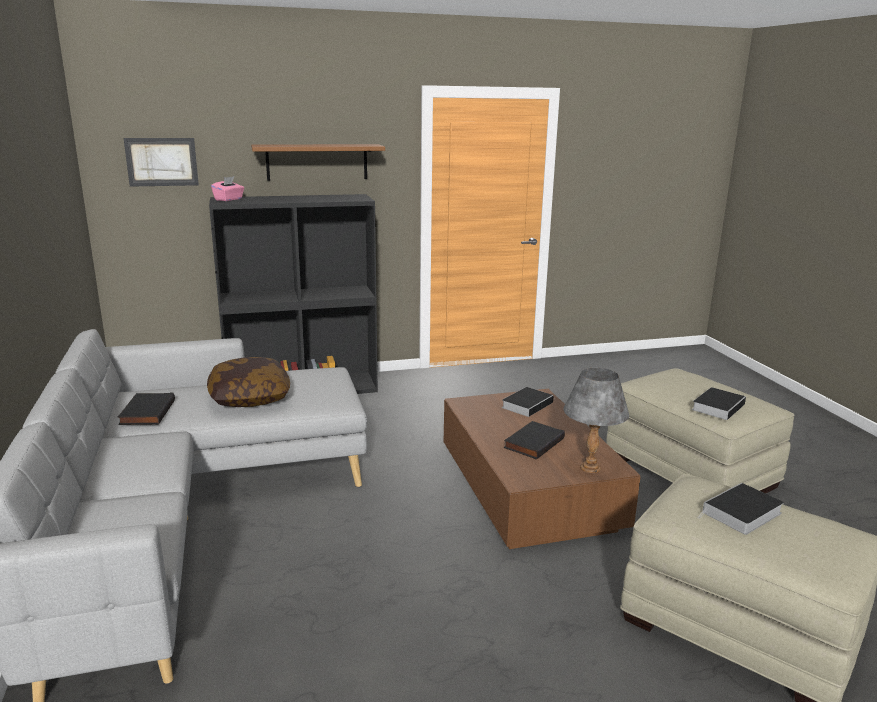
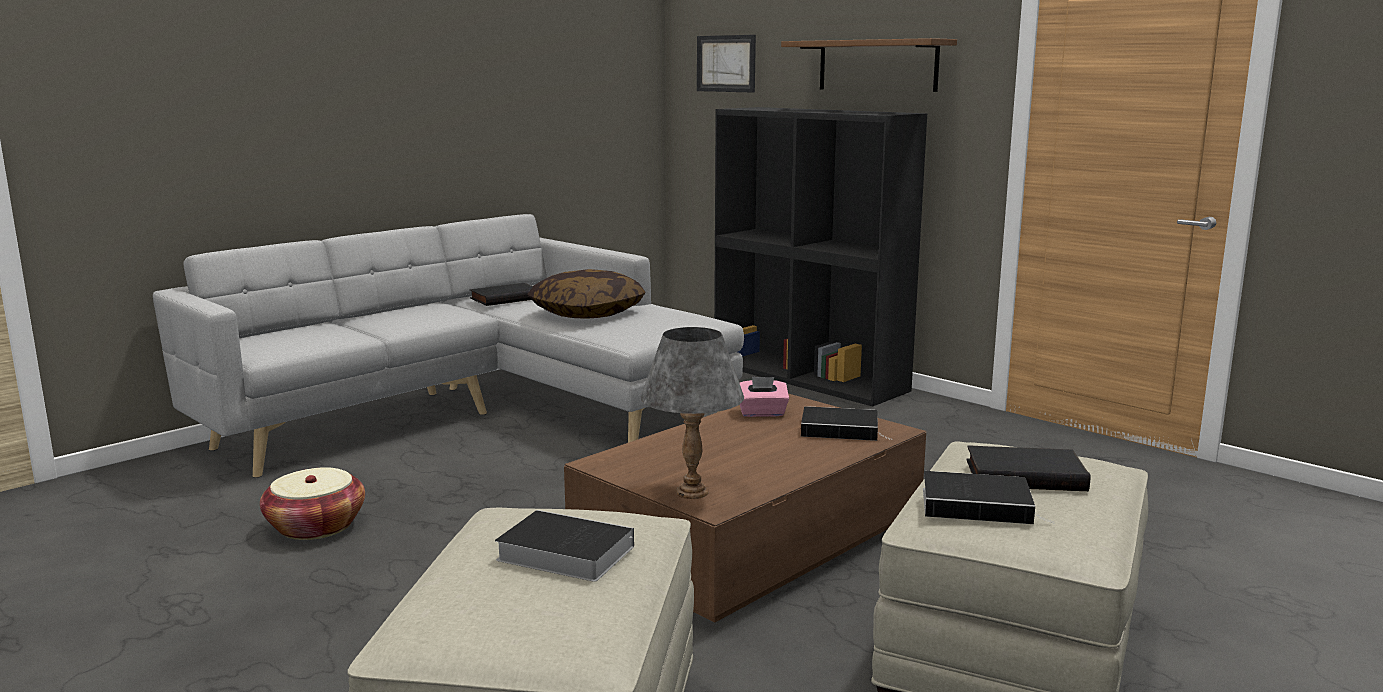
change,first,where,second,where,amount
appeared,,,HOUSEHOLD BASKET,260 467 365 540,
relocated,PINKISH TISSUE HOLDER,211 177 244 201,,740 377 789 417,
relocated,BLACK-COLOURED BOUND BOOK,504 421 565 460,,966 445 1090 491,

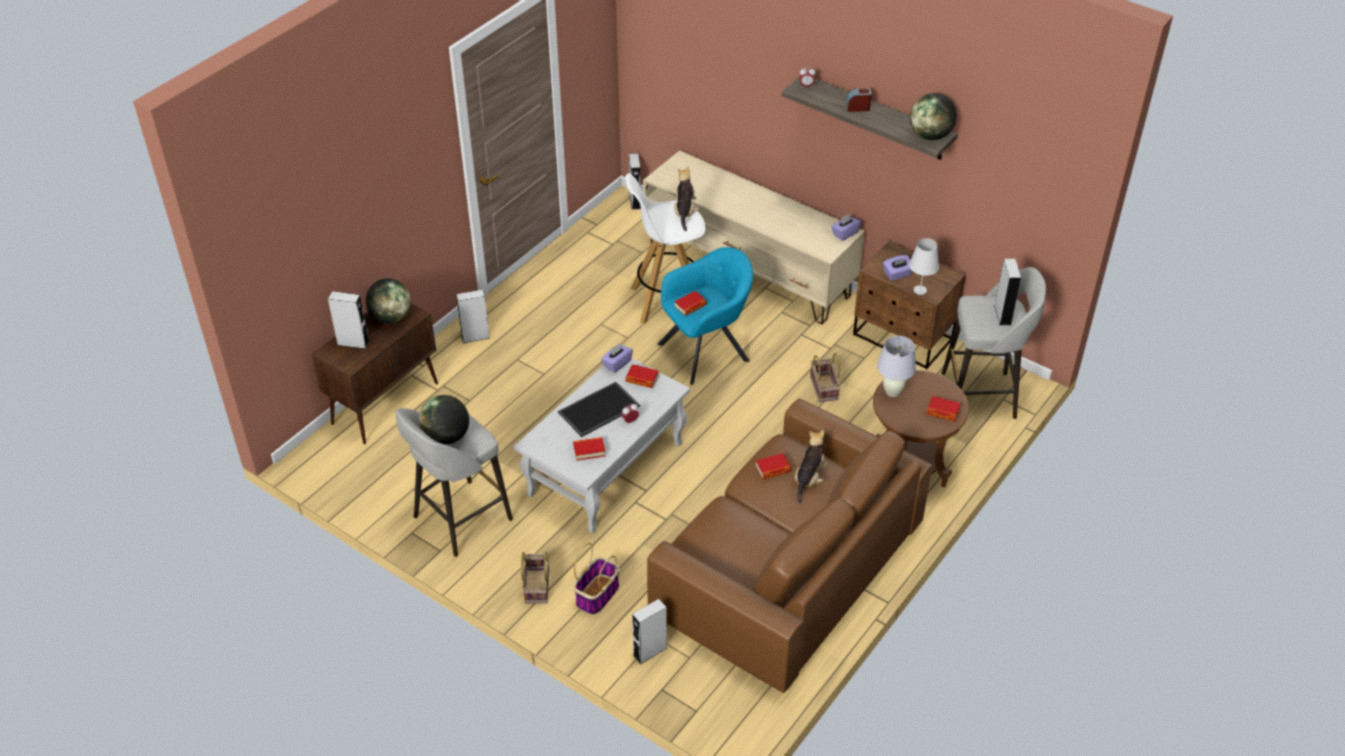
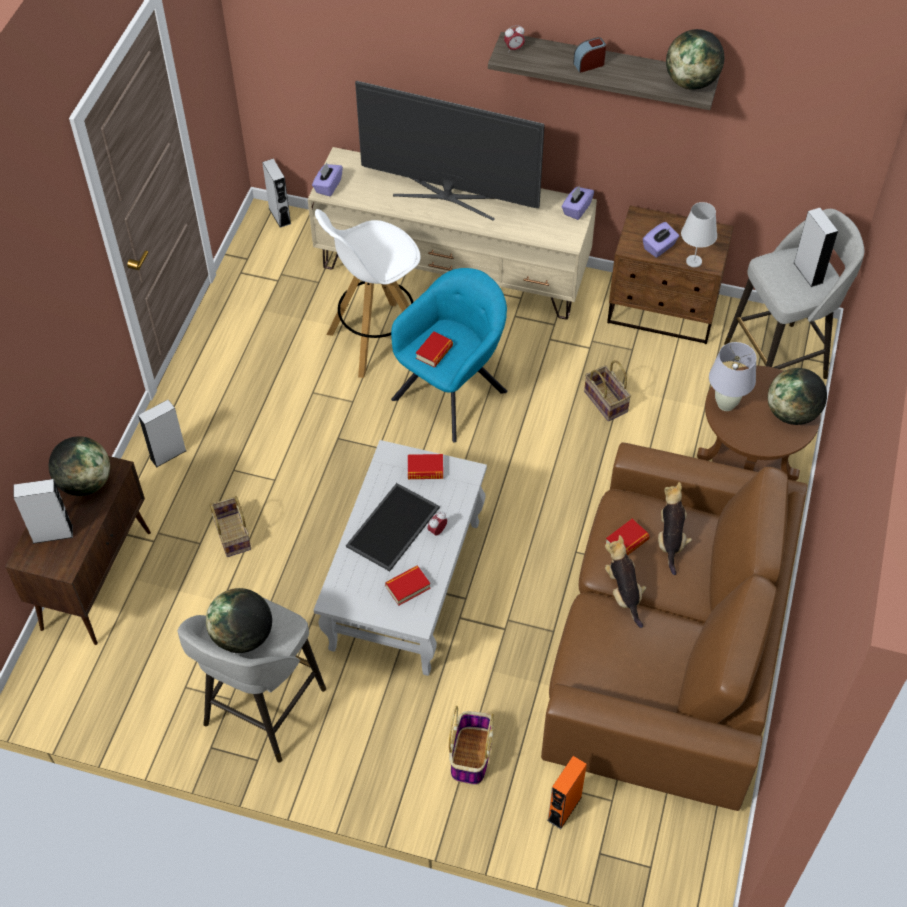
change,first,where,second,where,amount
relocated,HOUSEHOLD BASKET,521 552 550 604,,210 496 251 557,
relocated,PURPLISH TISSUE HOLDER,601 343 633 373,,312 163 343 196,
appeared,,,TV SET,355 81 545 221,
colour,GREYISH LOUDSPEAKER,632 599 667 664,ORANGE LOUDSPEAKER,547 756 587 829,
relocated,PLUSH TOY,674 166 699 231,,605 535 646 628,
exchanged,BOUND BOOK,927 396 961 421,WORLD GLOBE,768 368 827 425,

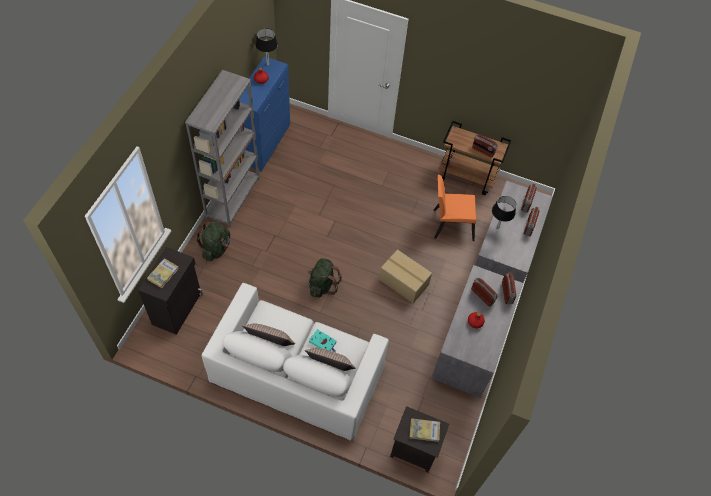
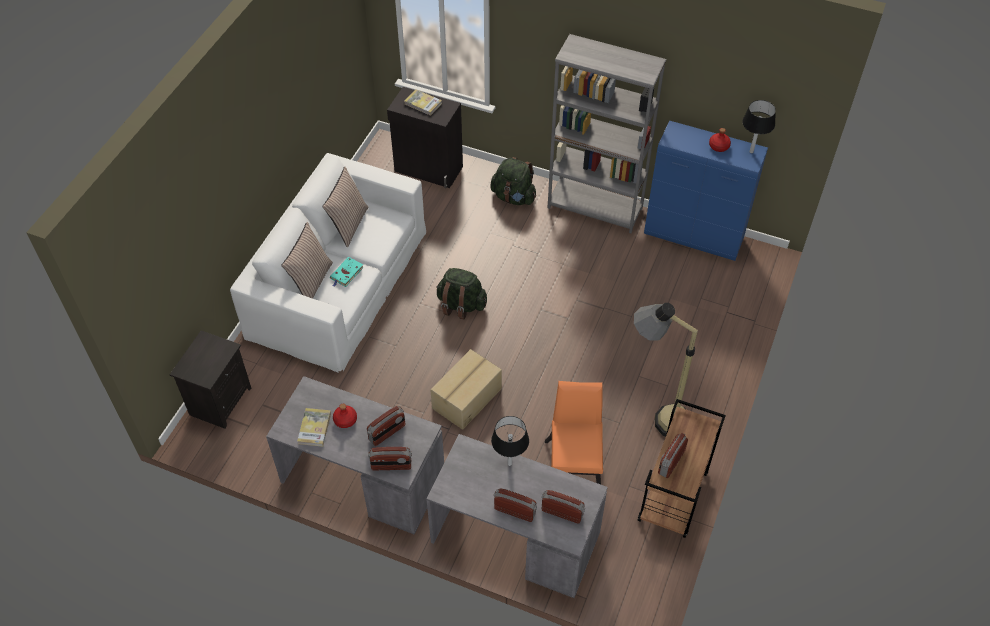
change,first,where,second,where,amount
relocated,BOUND BOOK,410 418 440 442,,297 408 331 447,
appeared,,,STANDARD LAMP,634 303 698 437,

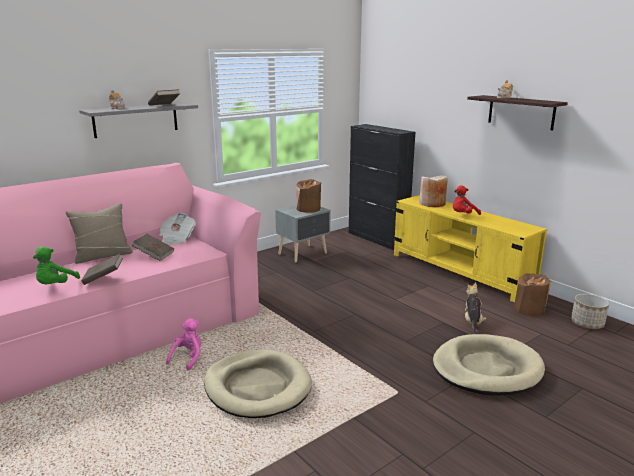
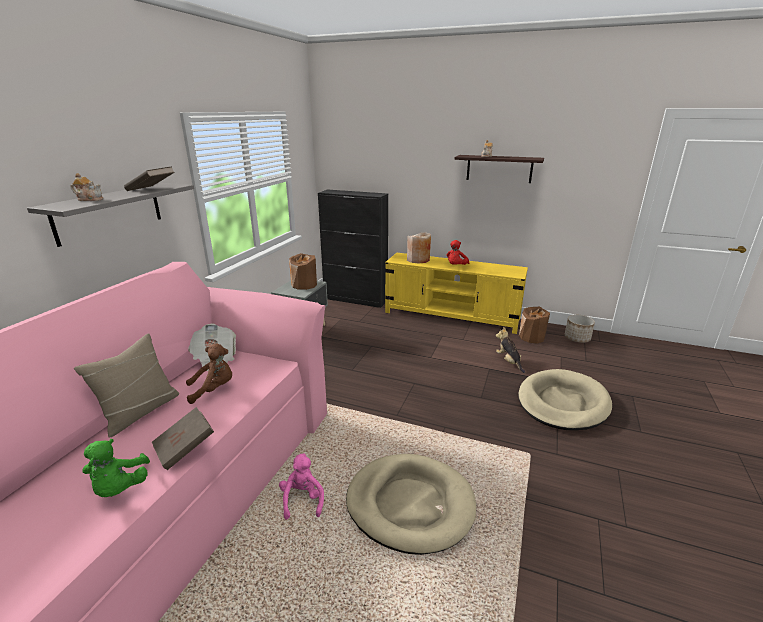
change,first,where,second,where,amount
exchanged,BROWN-COLOURED BOUND BOOK,132 234 174 261,BROWN-COLOURED PLUSH TOY,186 343 232 404,

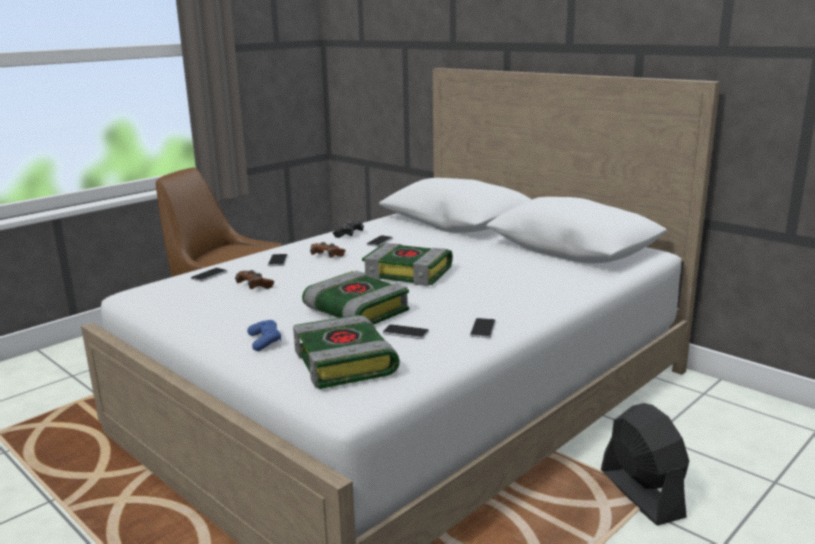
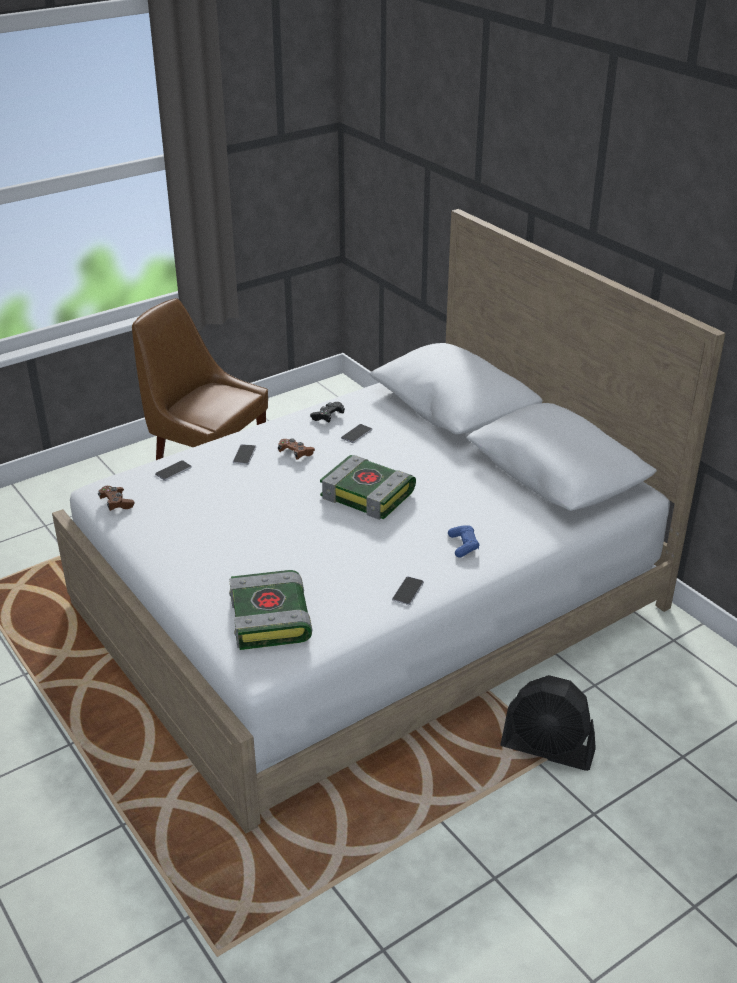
change,first,where,second,where,amount
relocated,BROWN-COLOURED GAMEPAD,235 270 274 289,,98 486 135 511,
relocated,BLUE-COLOURED GAMEPAD,247 320 281 351,,448 525 479 558,
spun,BLACK-COLOURED ELECTRIC FAN,601 403 689 525,,500 675 596 771,120 degrees clockwise
missing,BOUND BOOK,302 271 409 325,,,
missing,PHONE,383 324 429 339,,,

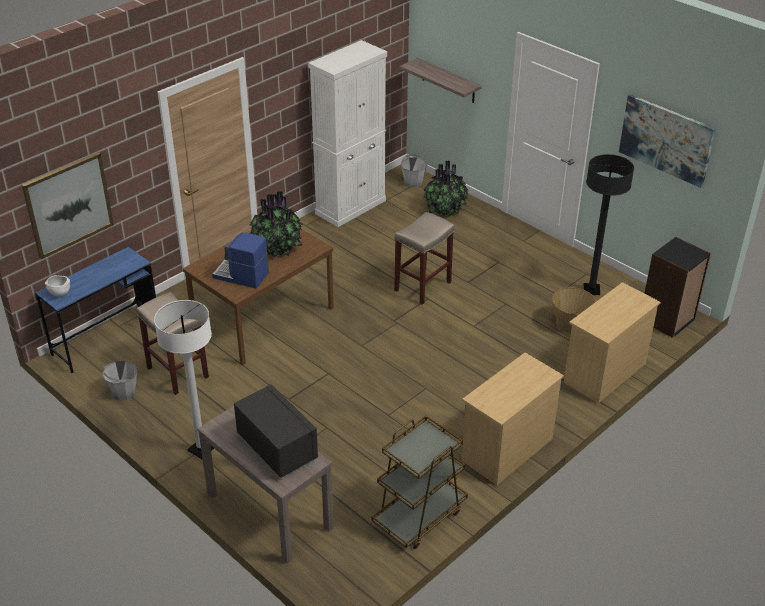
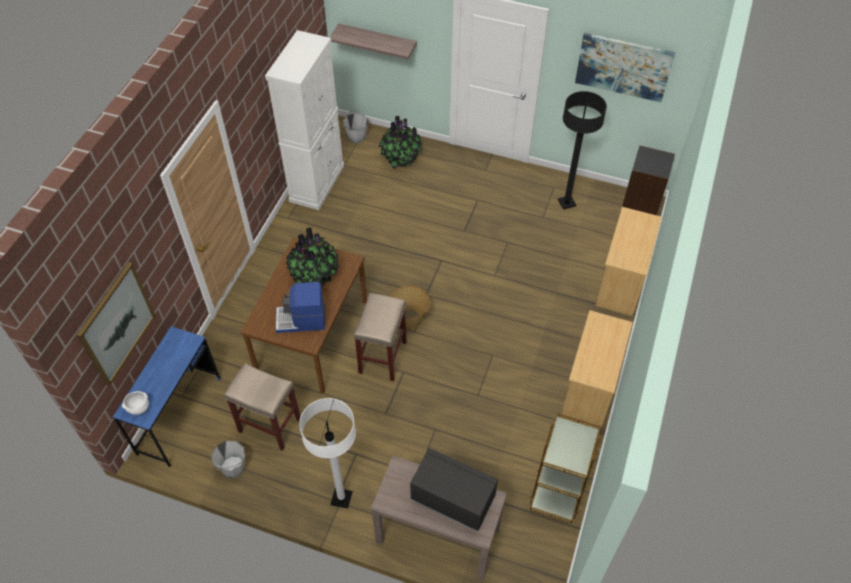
change,first,where,second,where,amount
relocated,SAND-COLOURED STOOL SEAT,394 212 455 305,,354 293 407 381,
relocated,HOUSEHOLD BASKET,552 287 596 333,,390 286 430 329,

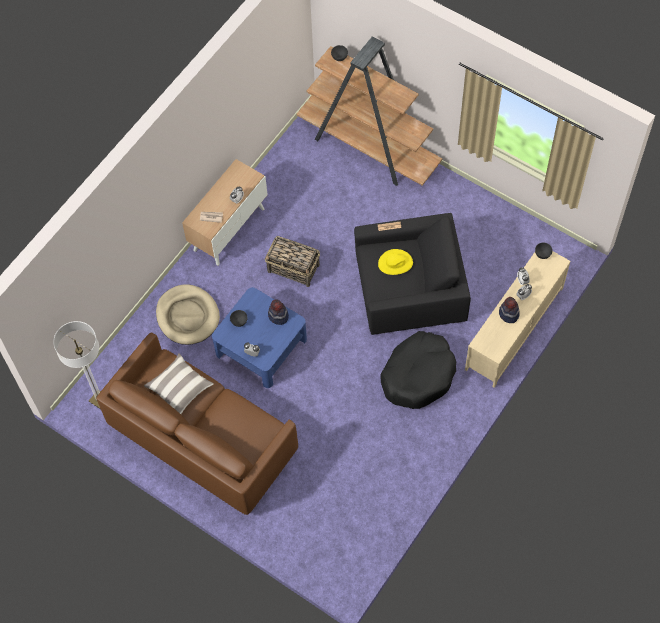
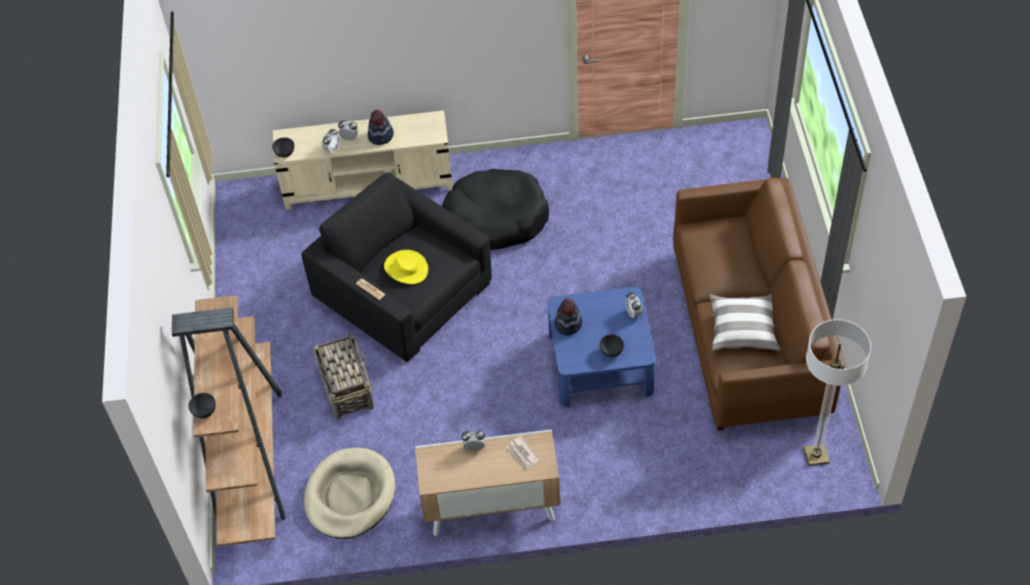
change,first,where,second,where,amount
relocated,SAND-COLOURED DOG CUSHION,156 284 220 345,,304 447 395 539,
relocated,HOUSEHOLD BASKET,265 236 320 287,,314 333 374 420,

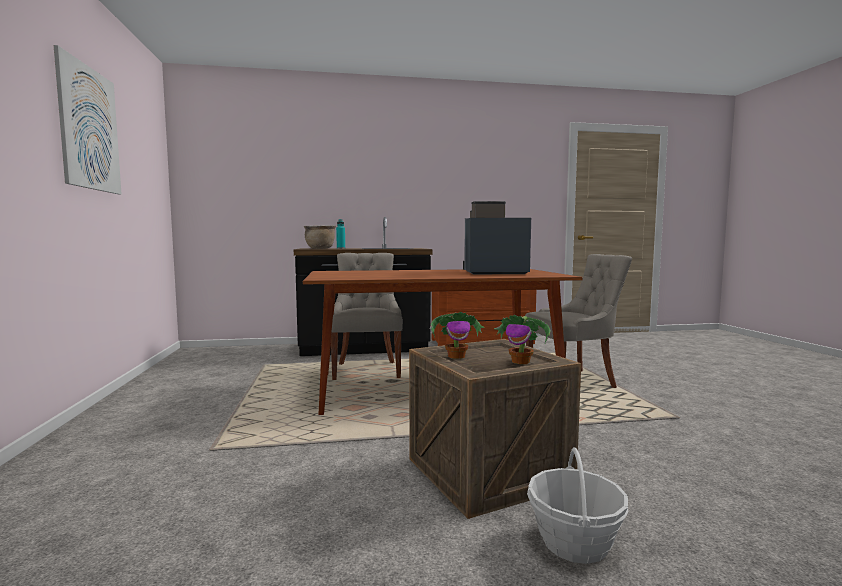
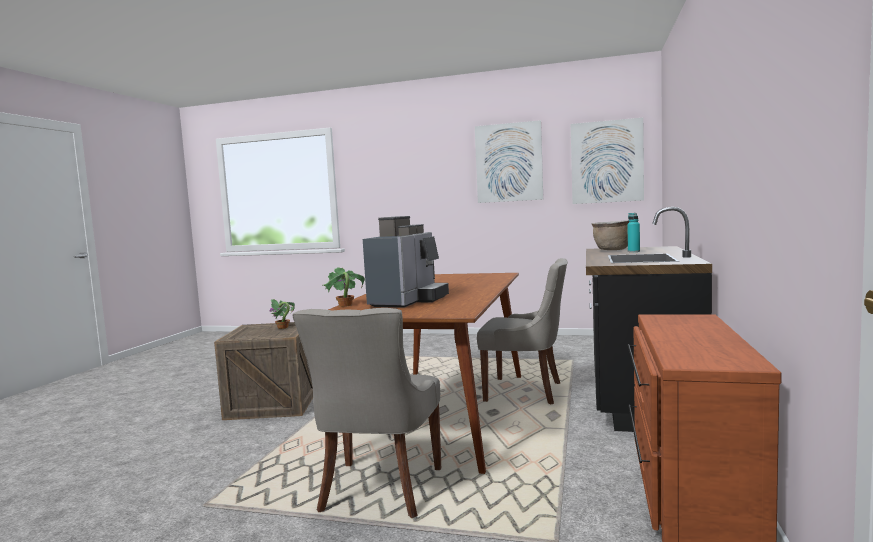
change,first,where,second,where,amount
relocated,POTTED PLANT,494 315 550 364,,323 267 365 307,
appeared,,,WALL PICTURE,571 118 644 204,
missing,HOUSEHOLD BASKET,527 447 629 564,,,

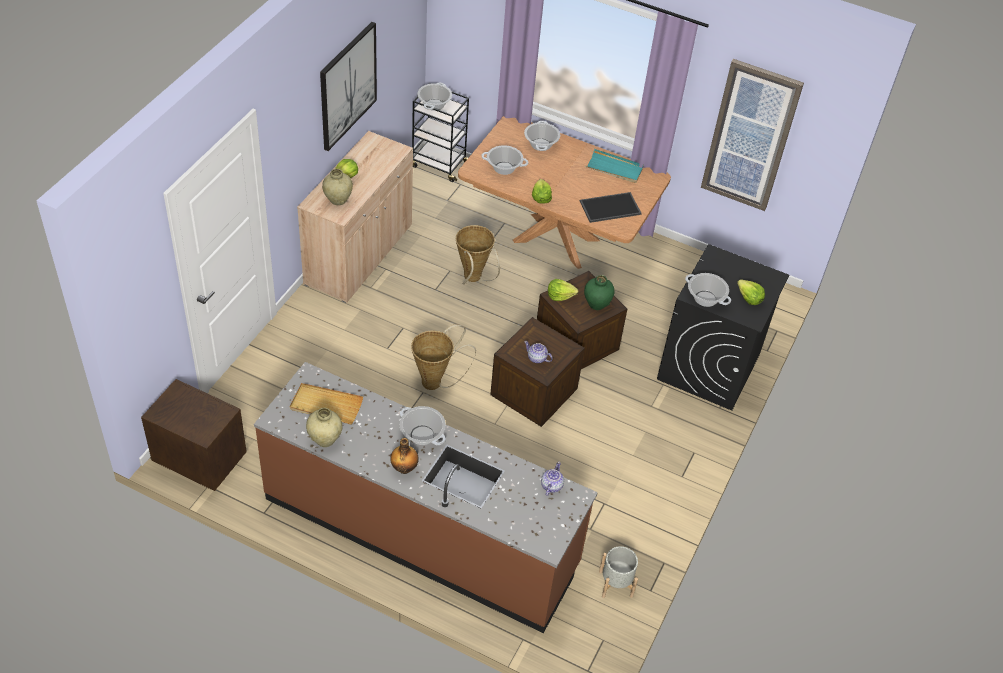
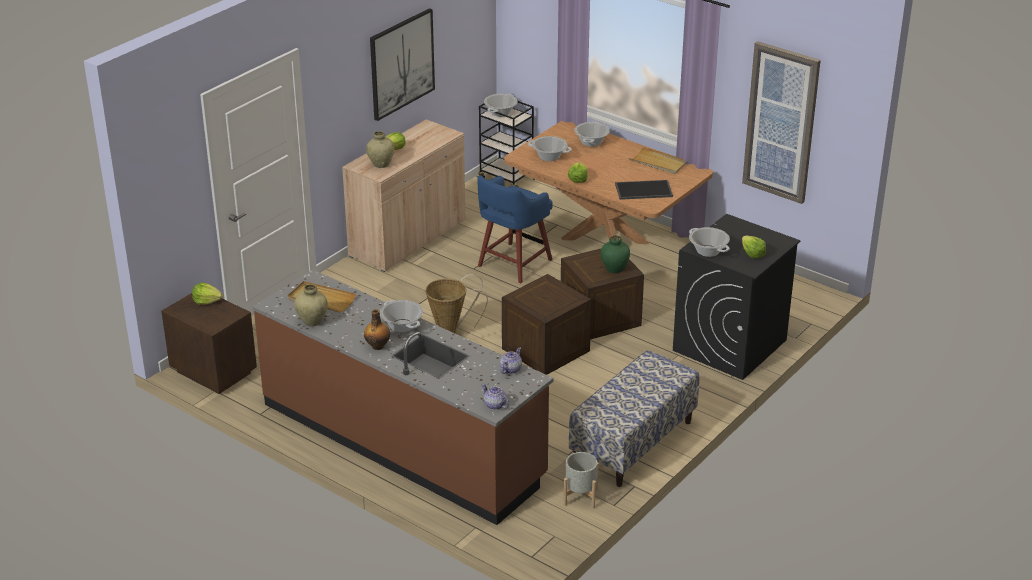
change,first,where,second,where,amount
relocated,LETTUCE HEAD,548 279 578 301,,192 283 223 305,
exchanged,HOUSEHOLD BASKET,456 225 500 284,BLUE-COLOURED STOOL SEAT,477 175 553 283,
relocated,TEAPOT,524 341 553 363,,481 384 509 410,
appeared,,,INDOOR BENCH,569 350 699 487,
colour,TURQUOISE-COLOURED SERVING TRAY,586 149 644 183,SAND-COLOURED SERVING TRAY,629 146 688 174,

